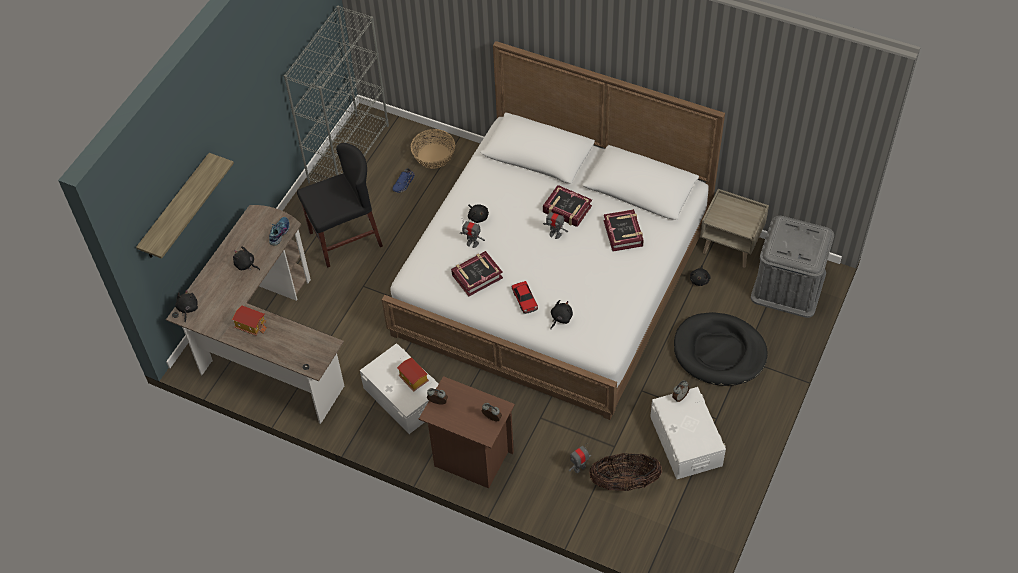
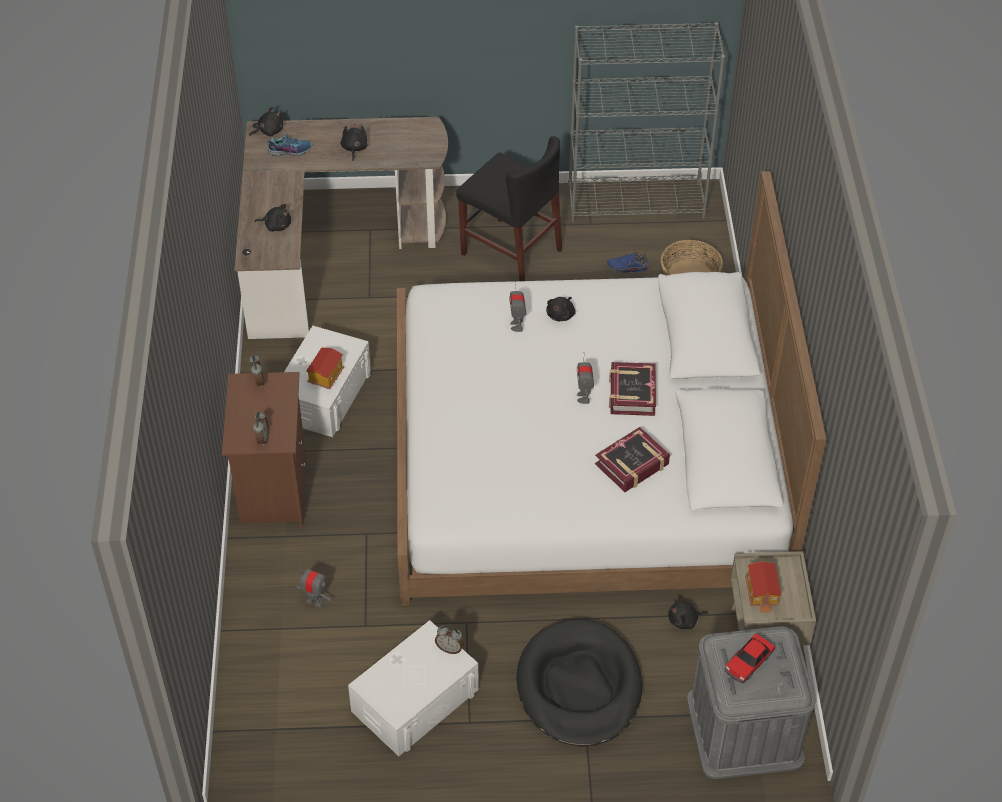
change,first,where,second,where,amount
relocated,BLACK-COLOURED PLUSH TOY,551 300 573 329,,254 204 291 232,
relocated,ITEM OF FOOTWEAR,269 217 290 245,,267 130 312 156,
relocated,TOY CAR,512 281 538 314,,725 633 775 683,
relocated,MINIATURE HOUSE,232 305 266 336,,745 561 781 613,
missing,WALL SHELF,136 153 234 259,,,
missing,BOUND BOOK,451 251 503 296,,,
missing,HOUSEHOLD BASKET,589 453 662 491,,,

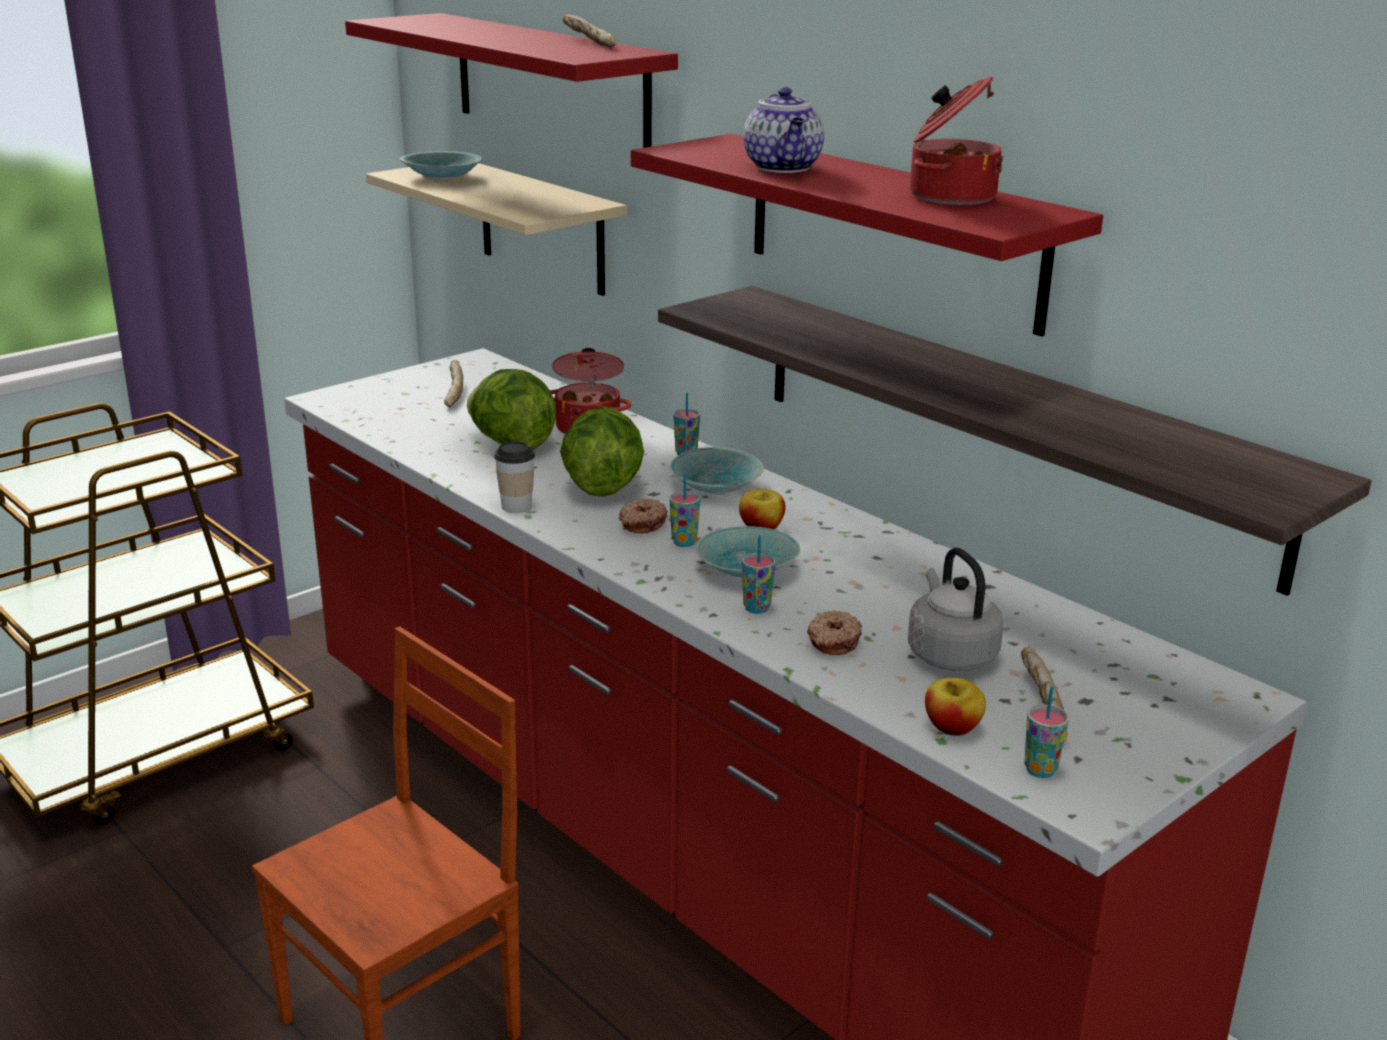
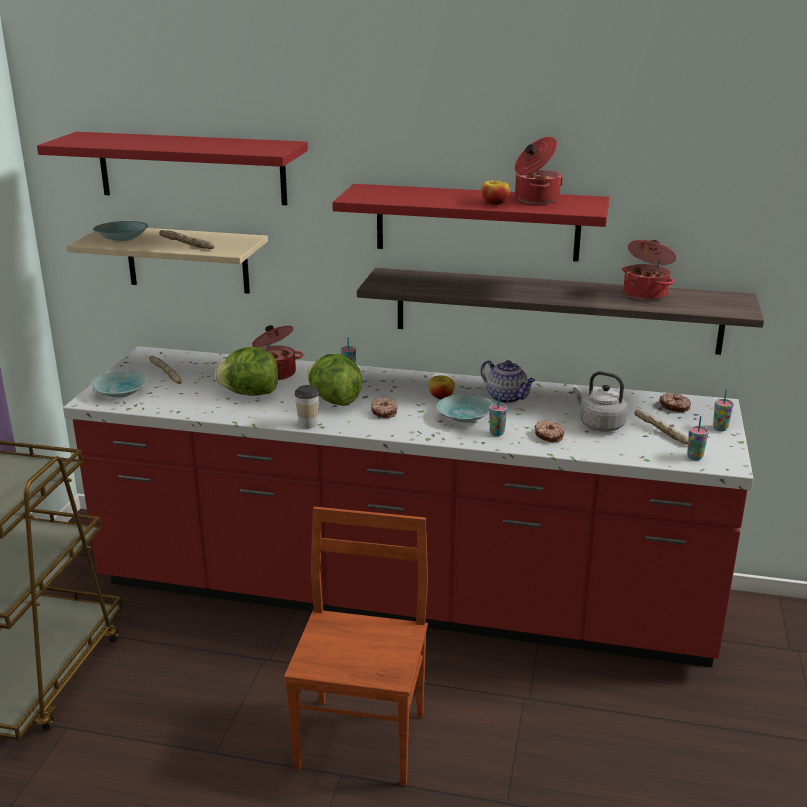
change,first,where,second,where,amount
relocated,TURQUOISE-COLOURED SERVING BOWL,670 447 764 494,,91 370 148 398,
relocated,BAKERY BREAD,563 14 616 47,,159 230 215 249,
relocated,APPLE,925 678 986 736,,481 180 510 205,
relocated,TEAPOT,744 87 824 173,,481 360 535 403,
appeared,,,STOCKPOT,622 240 676 301,
appeared,,,DONUT,659 393 691 412,
relocated,SMALL CUP,670 474 700 547,,713 389 734 431,

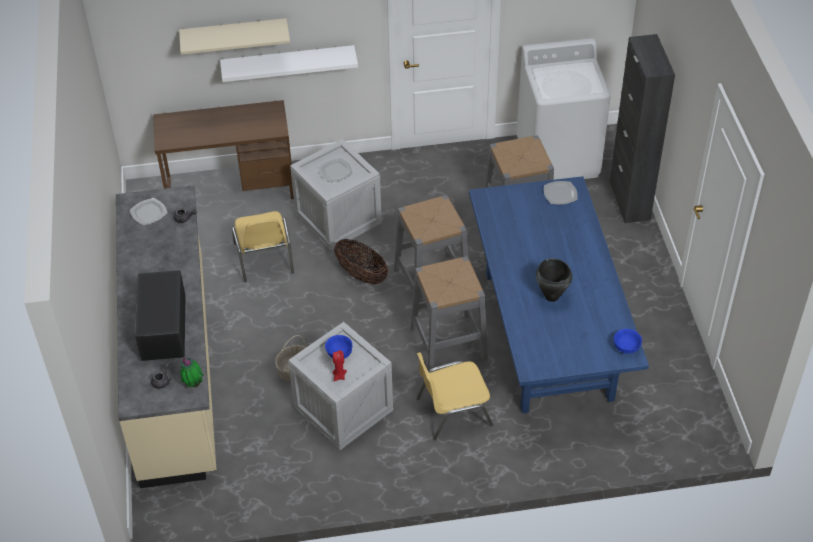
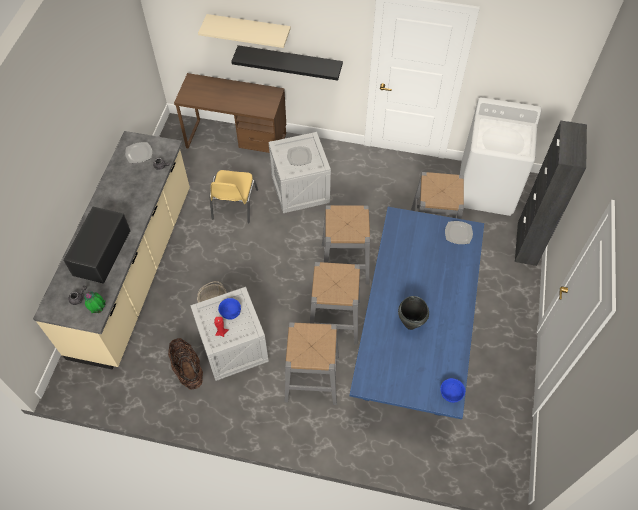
change,first,where,second,where,amount
relocated,HOUSEHOLD BASKET,334 239 388 284,,168 338 203 390,
colour,WHITISH WALL SHELF,220 45 358 82,BLACK-COLOURED WALL SHELF,231 45 343 81,
exchanged,YELLOW-COLOURED CHAIR,417 352 493 440,GREYISH STOOL SEAT,284 322 339 405,

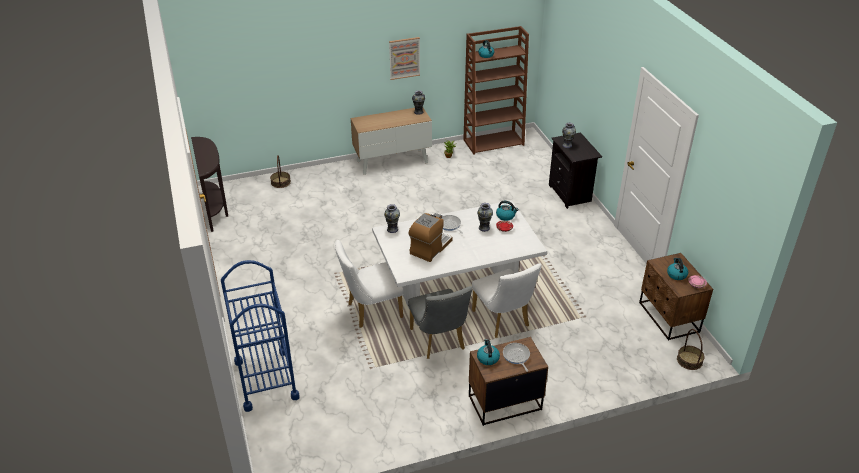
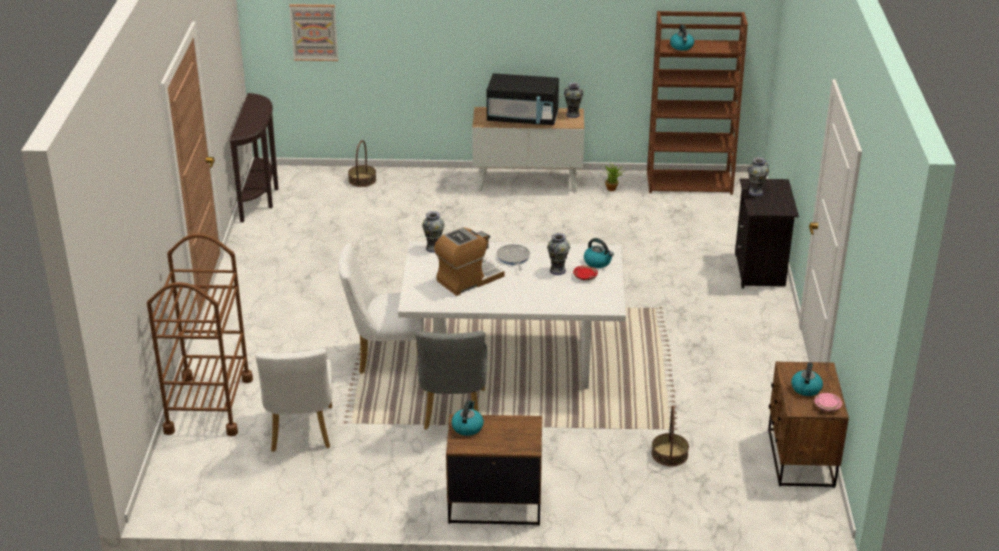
change,first,where,second,where,amount
colour,BLUE-COLOURED WHEELED CART,221 260 300 412,BROWN-COLOURED WHEELED CART,147 233 253 436,
relocated,WHITISH CHAIR,472 263 542 338,,255 349 332 452,
relocated,WALL PICTURE,389 37 420 80,,289 4 339 61,
appeared,,,BLACK-COLOURED MICROWAVE,487 73 559 125,
relocated,HOUSEHOLD BASKET,677 329 705 370,,651 406 689 467,
missing,PAN,503 343 530 372,,,

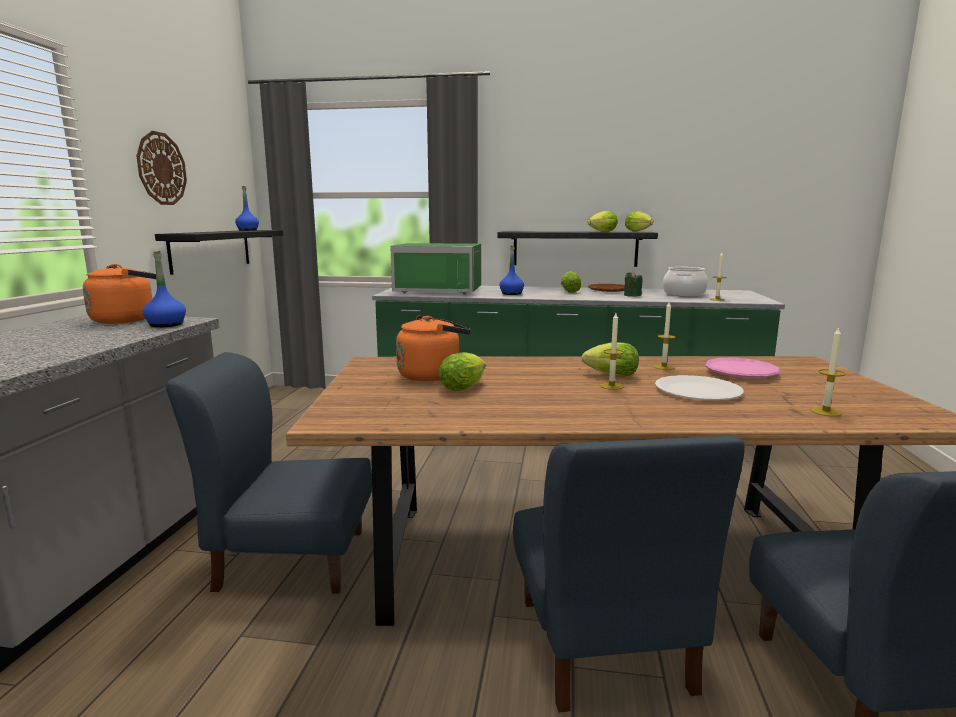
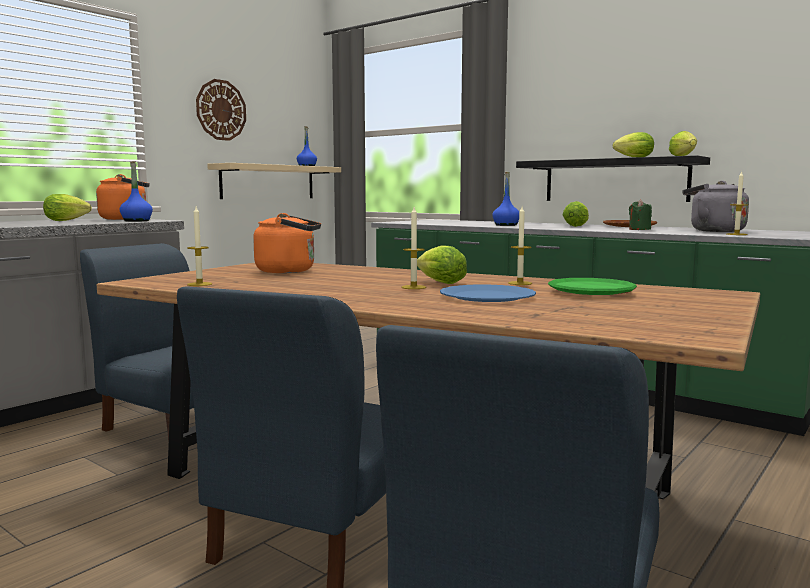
change,first,where,second,where,amount
relocated,LETTUCE HEAD,438 352 486 391,,43 194 92 221,
relocated,WAX LIGHT,811 327 845 417,,187 207 212 286,
colour,BLACK-COLOURED WALL SHELF,155 230 283 275,SAND-COLOURED WALL SHELF,207 163 341 199,
colour,WHITISH DINNER PLATE,655 375 744 400,BLUE-COLOURED DINNER PLATE,440 285 536 302,
colour,PINKISH DINNER PLATE,705 358 780 378,GREENISH DINNER PLATE,548 278 637 295,
exchanged,STOCKPOT,663 267 708 297,GREYISH KETTLE,682 181 749 232,
missing,GREENISH MICROWAVE,390 243 481 294,,,

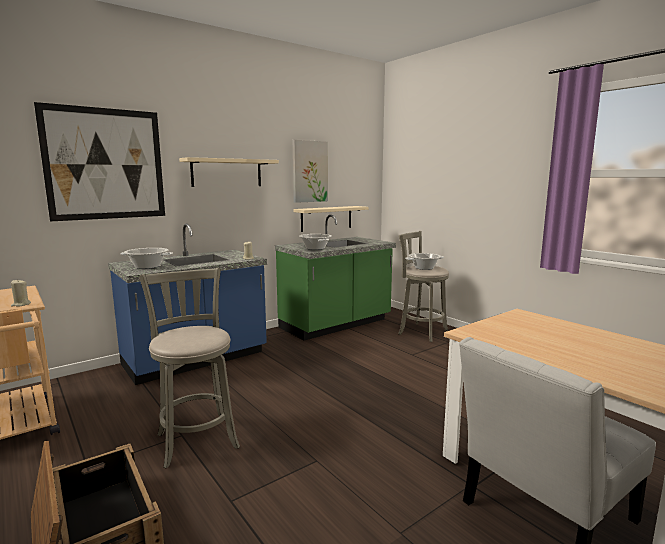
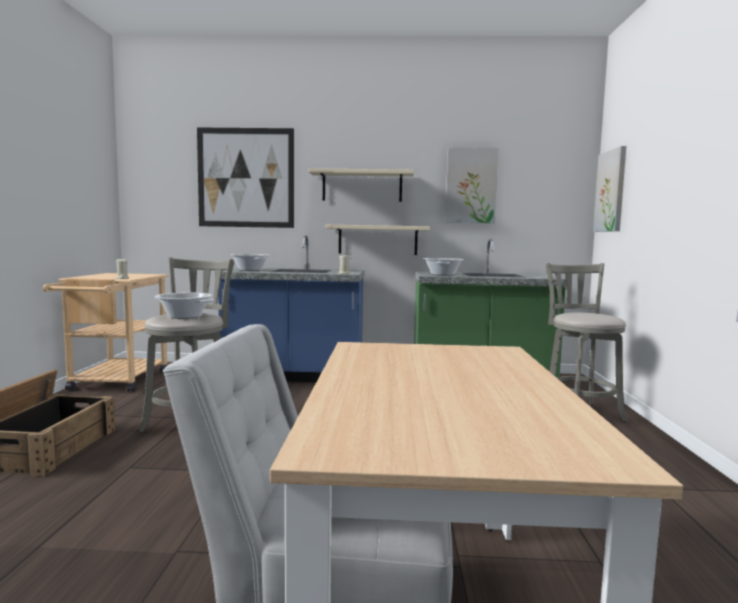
change,first,where,second,where,amount
relocated,STOCKPOT,405 253 444 270,,155 293 214 319,
relocated,SAND-COLOURED WALL SHELF,293 206 369 232,,326 225 430 255,
appeared,,,WALL PICTURE,593 146 626 232,

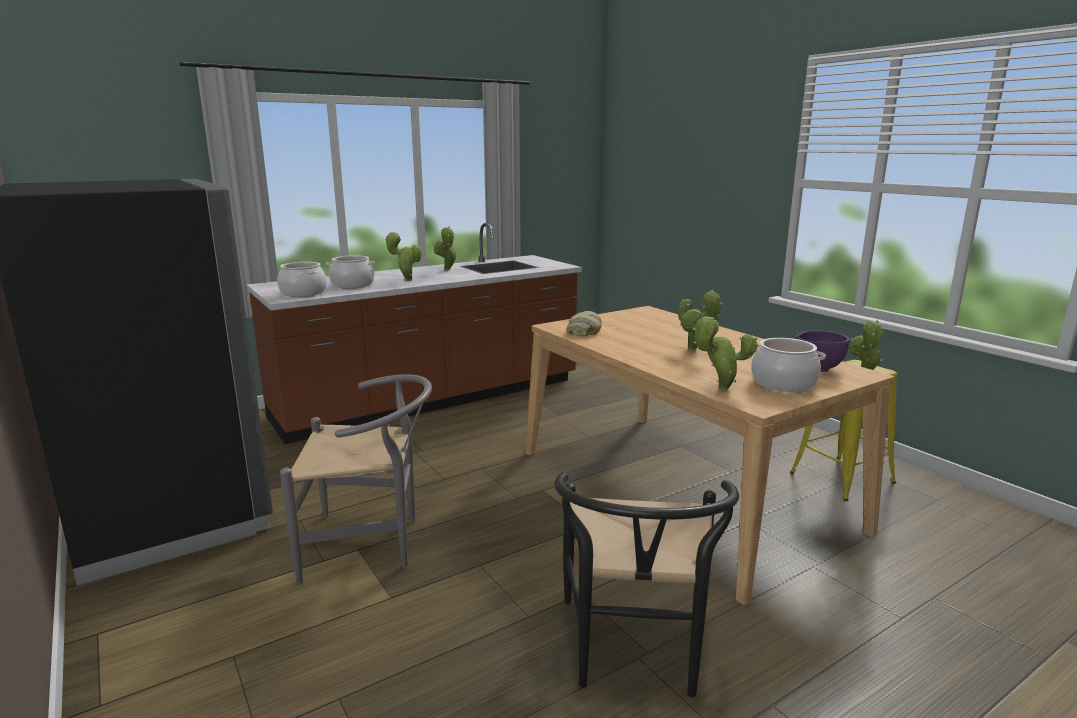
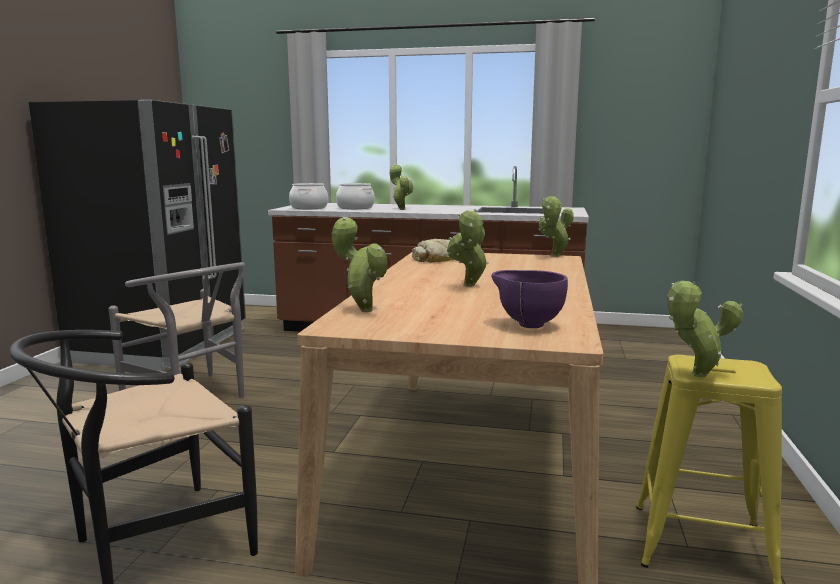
change,first,where,second,where,amount
relocated,POTTED PLANT,434 226 457 270,,539 195 574 257,
missing,STOCKPOT,751 338 826 392,,,

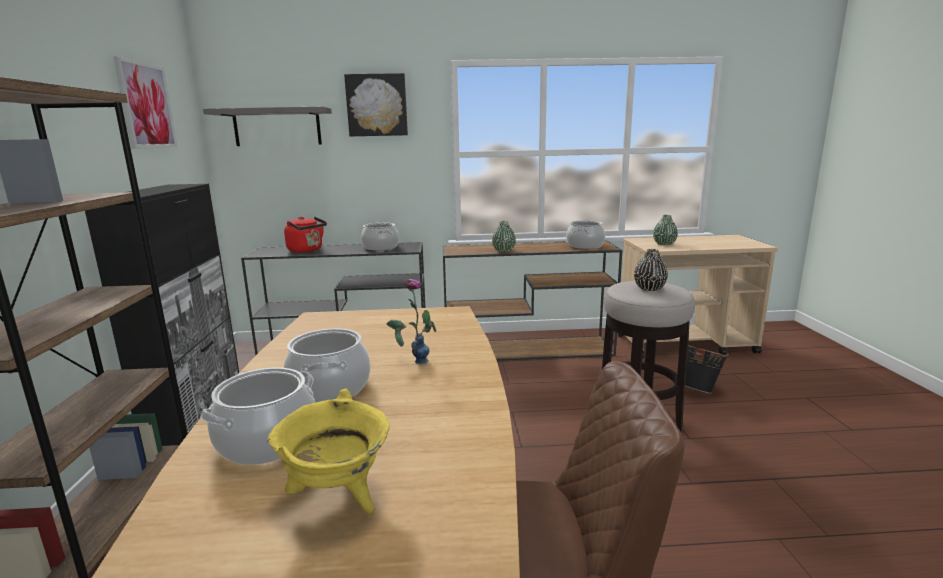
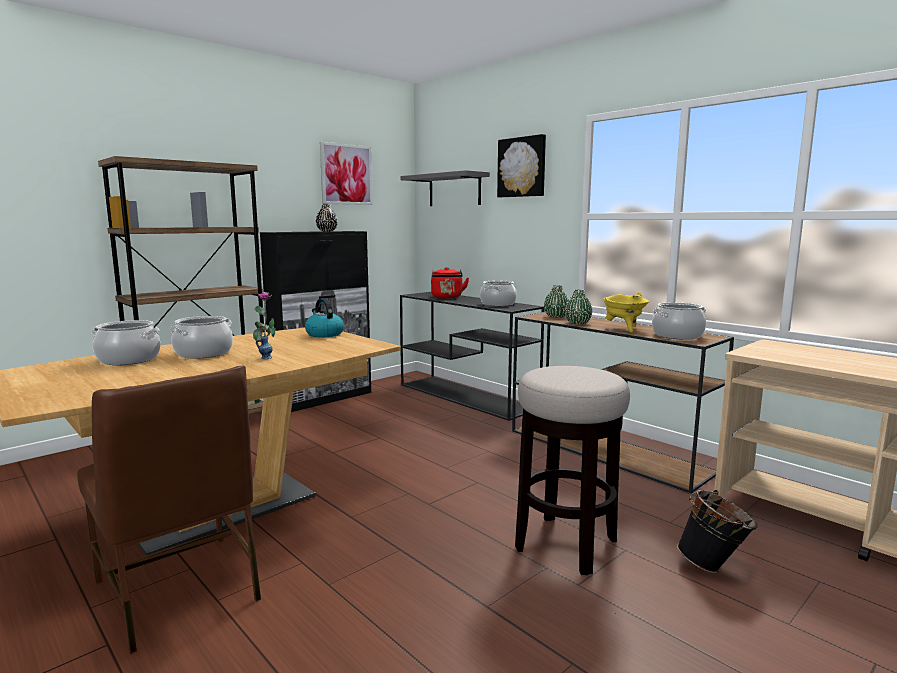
change,first,where,second,where,amount
appeared,,,KETTLE,305 298 344 337,
relocated,BLACK-COLOURED FLOWER VASE,634 249 668 291,,316 204 338 231,
relocated,GREENISH FLOWER VASE,653 215 678 245,,544 285 569 318,
relocated,YELLOW-COLOURED STOCKPOT,267 389 390 514,,603 292 650 333,

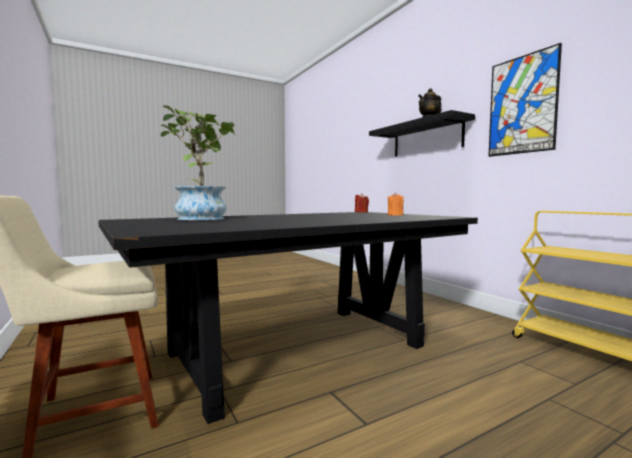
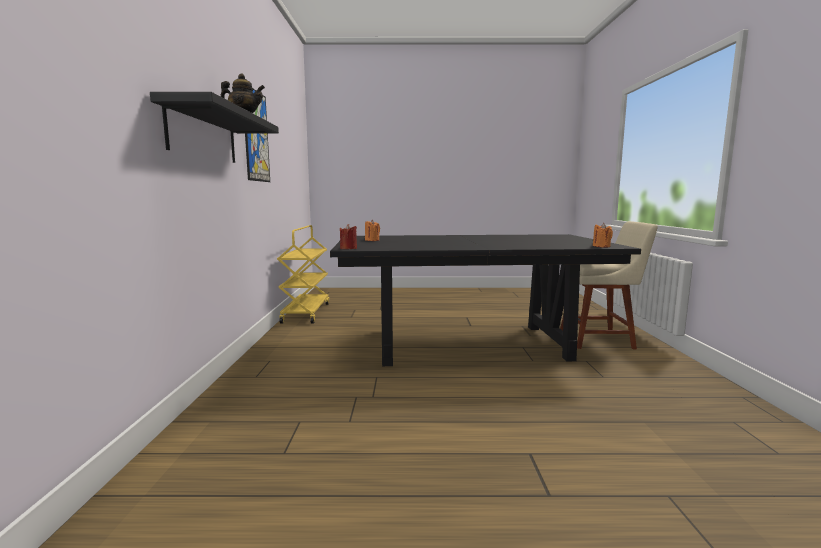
change,first,where,second,where,amount
appeared,,,ORANGE WAX LIGHT,593 223 613 248,
missing,POTTED PLANT,161 105 235 220,,,

